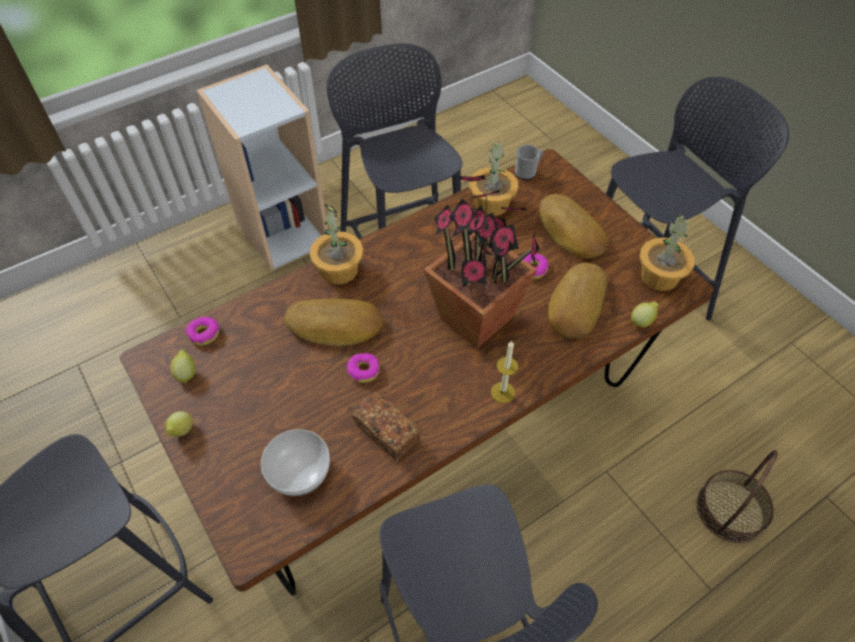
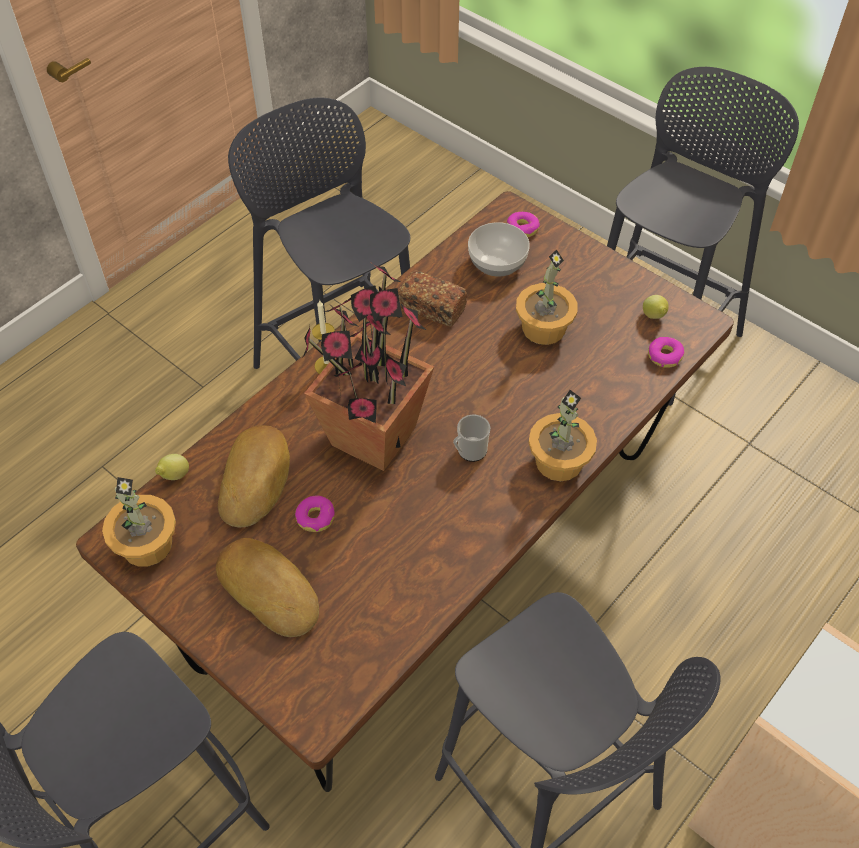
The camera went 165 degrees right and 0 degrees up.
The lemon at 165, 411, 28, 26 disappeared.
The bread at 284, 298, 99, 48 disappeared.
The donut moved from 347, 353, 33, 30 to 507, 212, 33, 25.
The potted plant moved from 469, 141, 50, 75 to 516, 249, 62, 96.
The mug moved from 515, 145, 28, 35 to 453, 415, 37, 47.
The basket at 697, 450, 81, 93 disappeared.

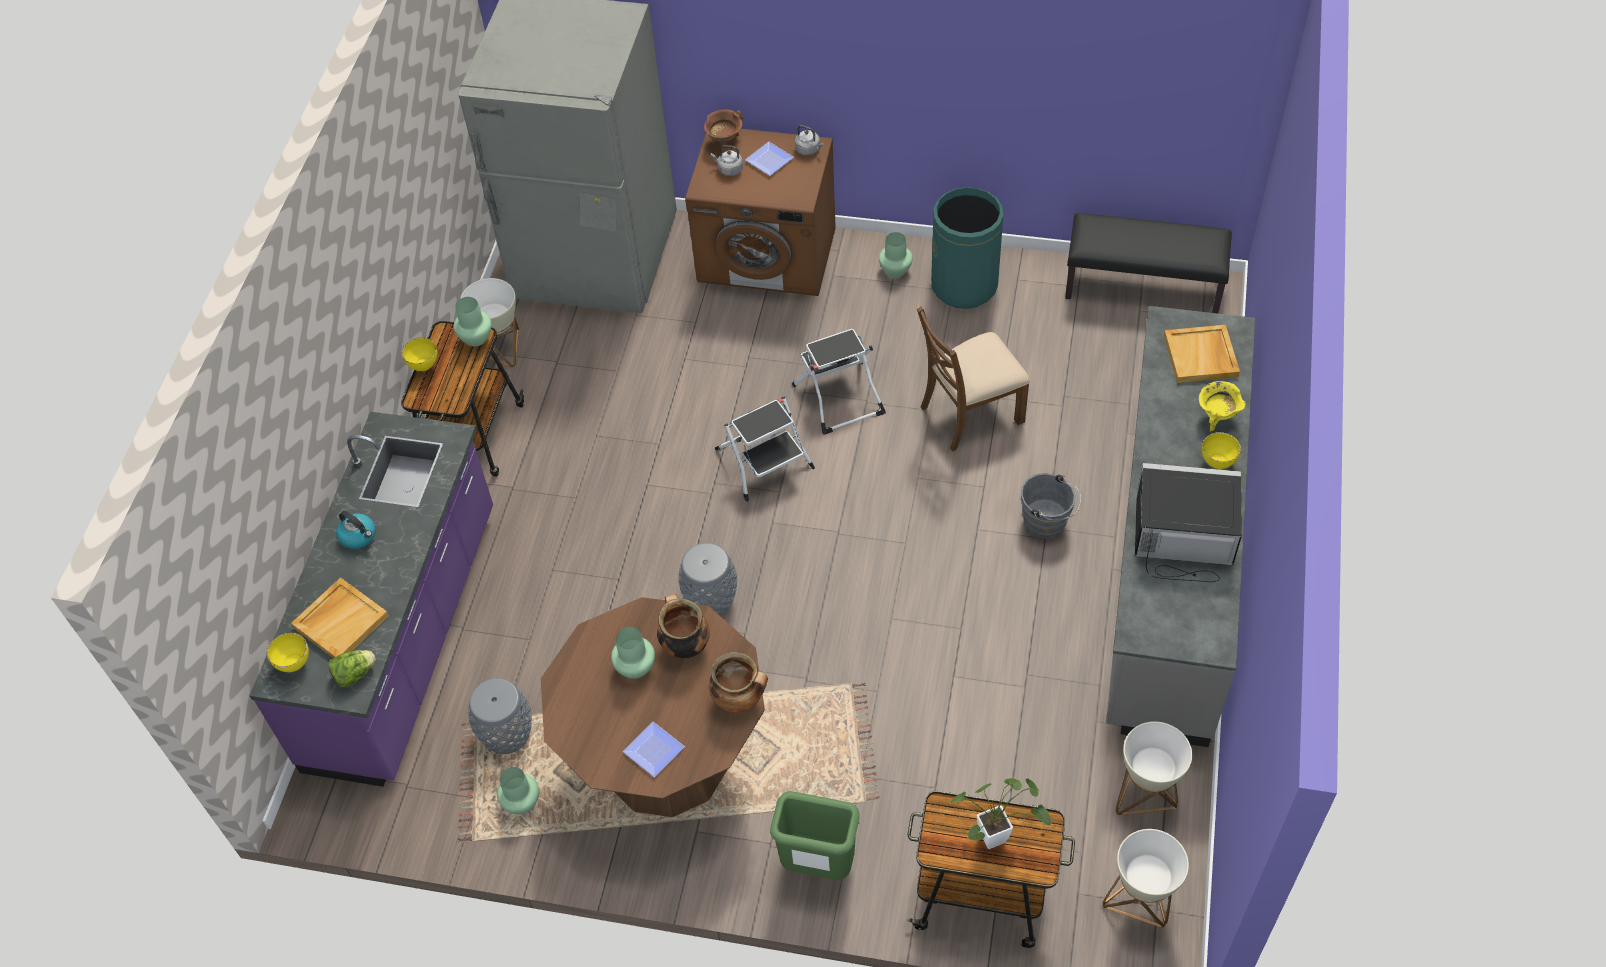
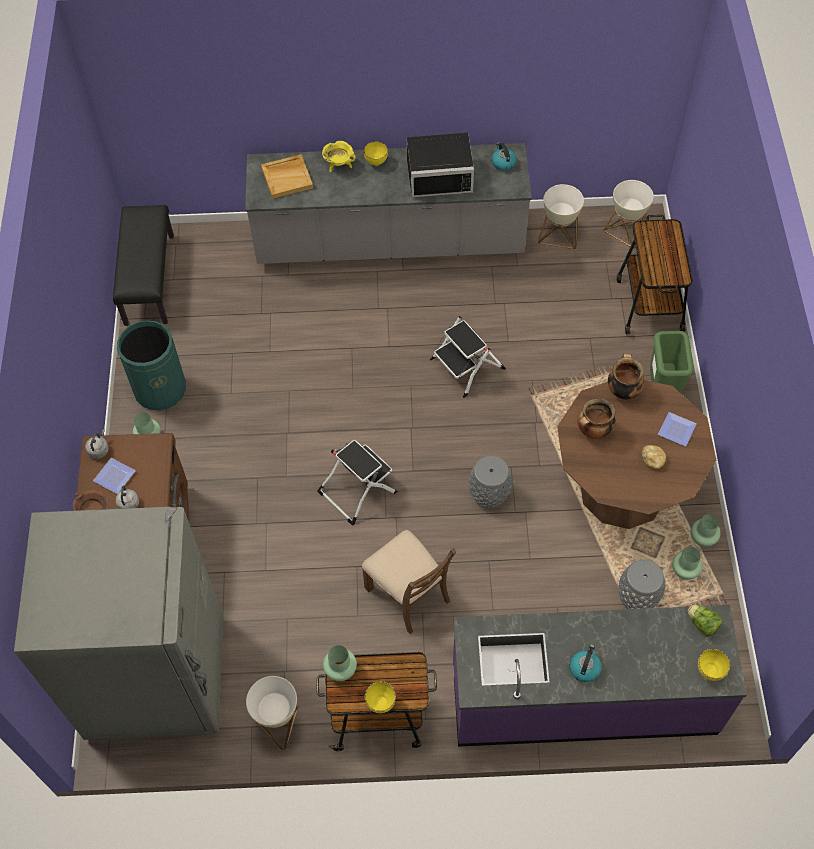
The camera went 105 degrees left and 5 degrees up.
The beige tray at 291, 577, 98, 81 disappeared.
The green vase moved from 611, 627, 44, 52 to 691, 514, 30, 33.
The step ladder moved from 792, 329, 94, 106 to 430, 316, 76, 82.
The brown chair moved from 917, 306, 113, 146 to 362, 530, 94, 104.
The potted plant at 949, 778, 103, 71 disappeared.
The grey bucket at 1021, 473, 60, 66 disappeared.
The black microwave at 1135, 463, 107, 119 turned 90 degrees counterclockwise.
The kettle at 492, 142, 24, 29 appeared.
The bread at 642, 445, 24, 24 appeared.

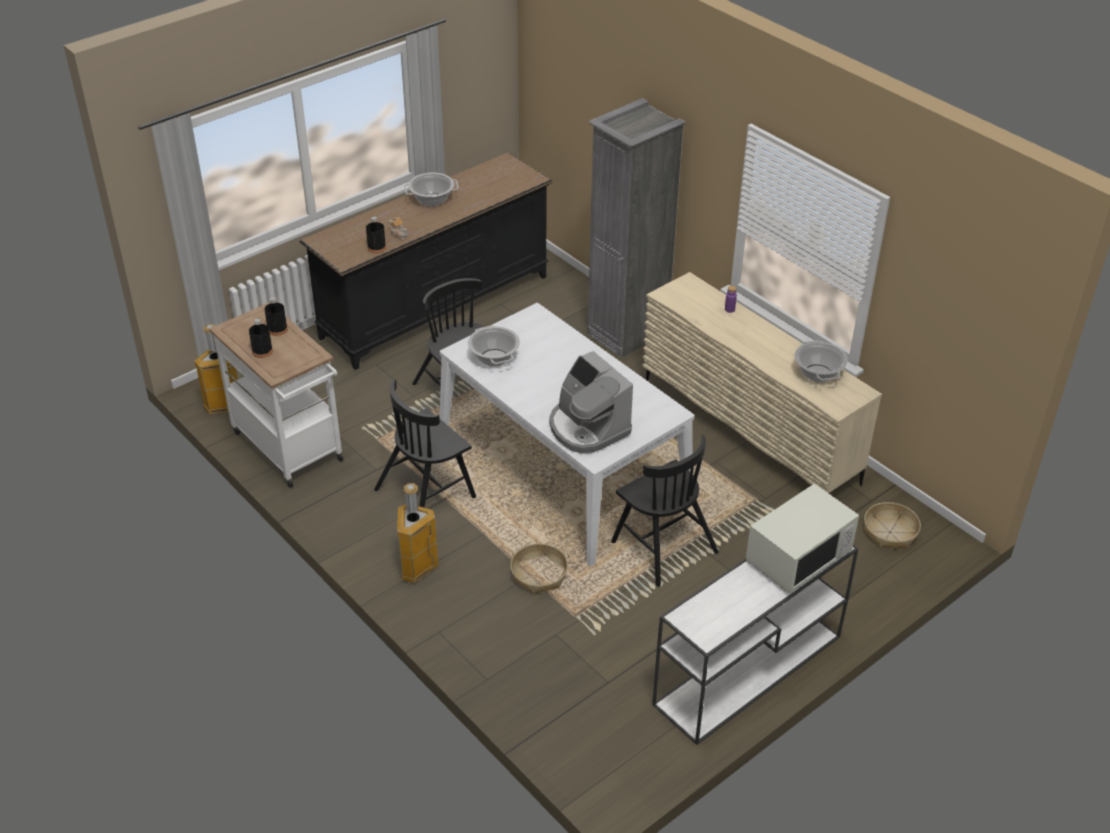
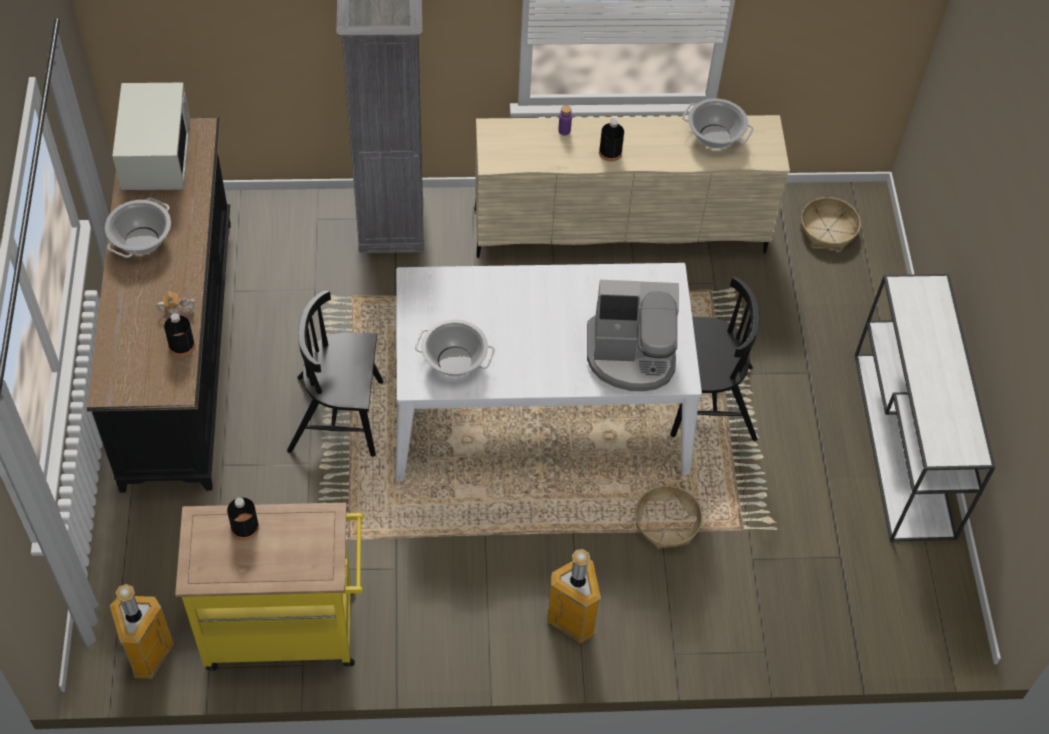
The camera went 55 degrees left and 15 degrees up.
The white cart at 209, 302, 134, 186 became the yellow cart at 175, 503, 188, 167.
The black bottle moved from 249, 318, 24, 40 to 599, 119, 25, 42.
The black chair at 374, 379, 102, 129 disappeared.
The white microwave moved from 746, 484, 113, 110 to 112, 83, 78, 107.

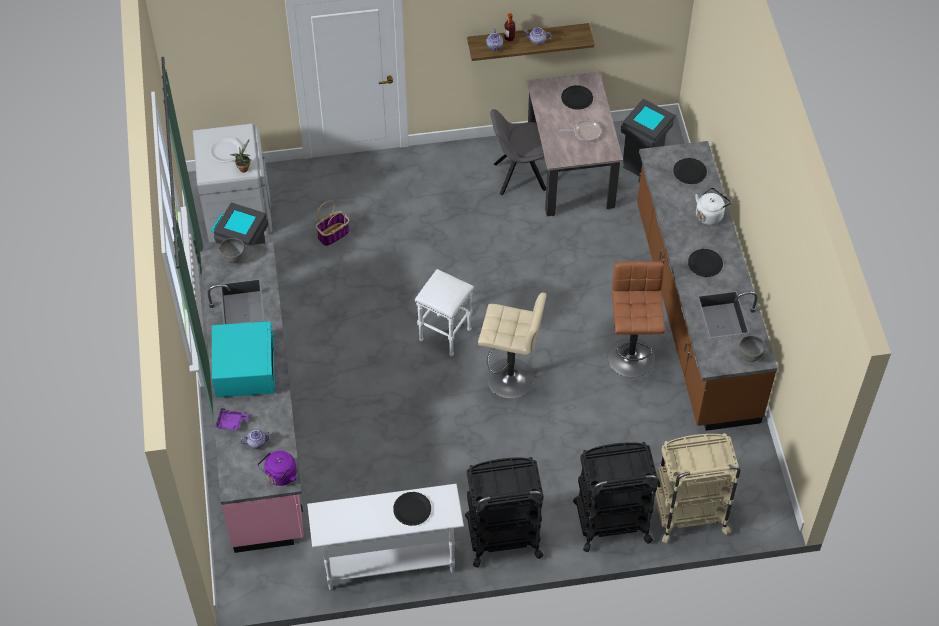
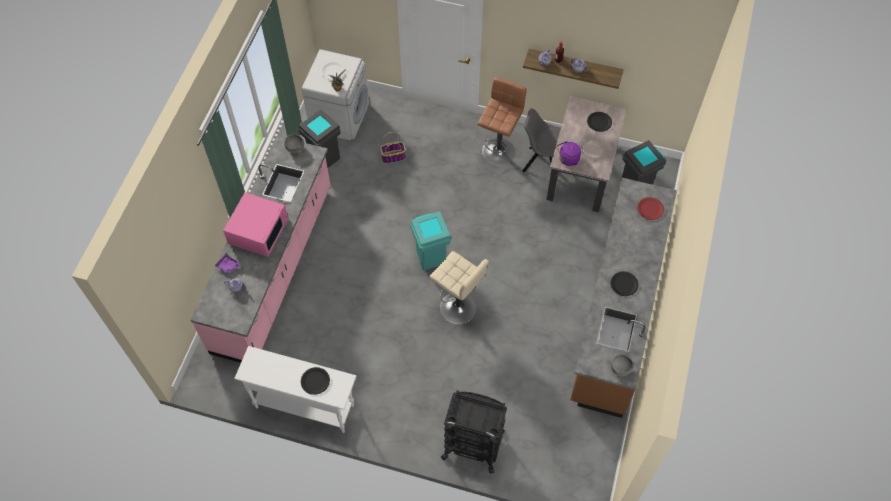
The camera went 25 degrees right and 5 degrees up.
The turquoise microwave at 212, 321, 63, 77 became the pink microwave at 223, 192, 65, 65.
The purple kettle moved from 258, 451, 39, 35 to 556, 141, 25, 25.
The white stool at 415, 269, 59, 87 was replaced by the turquoise trash can at 410, 211, 41, 60.
The black cart at 465, 457, 78, 110 disappeared.
The brown stool moved from 607, 261, 58, 116 to 478, 77, 49, 89.
The beige cart at 652, 433, 88, 110 disappeared.
The black plate at 673, 158, 34, 26 became the red plate at 637, 197, 27, 23.
The white kettle at 695, 187, 36, 38 disappeared.

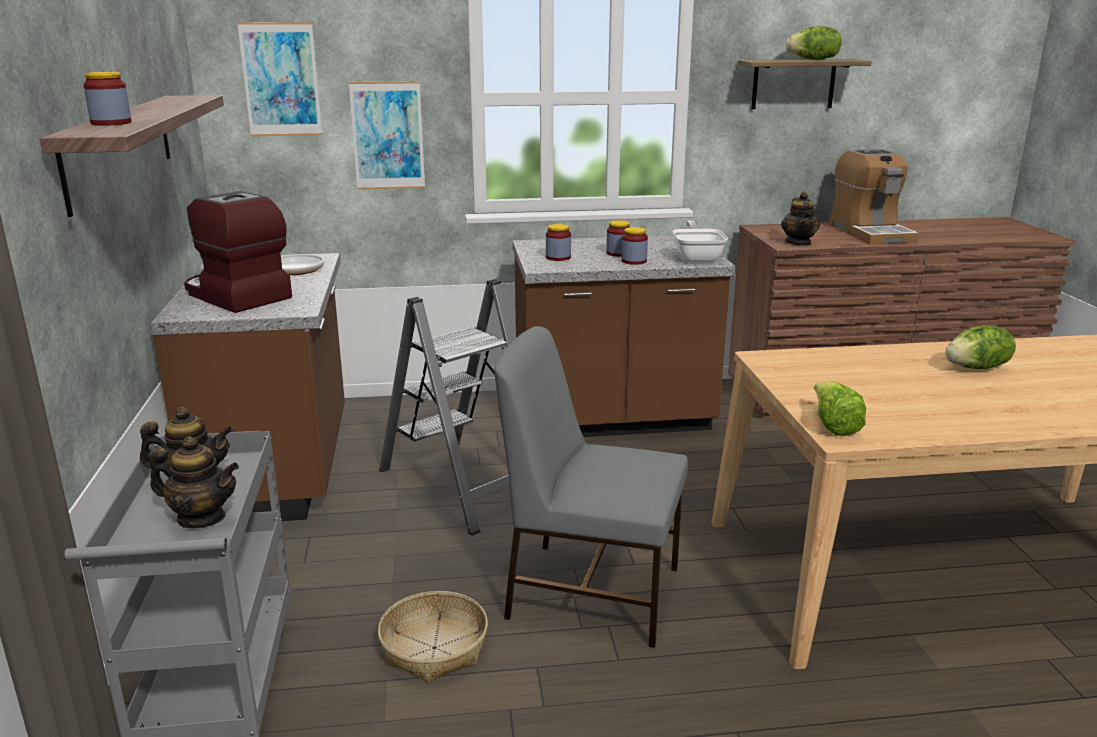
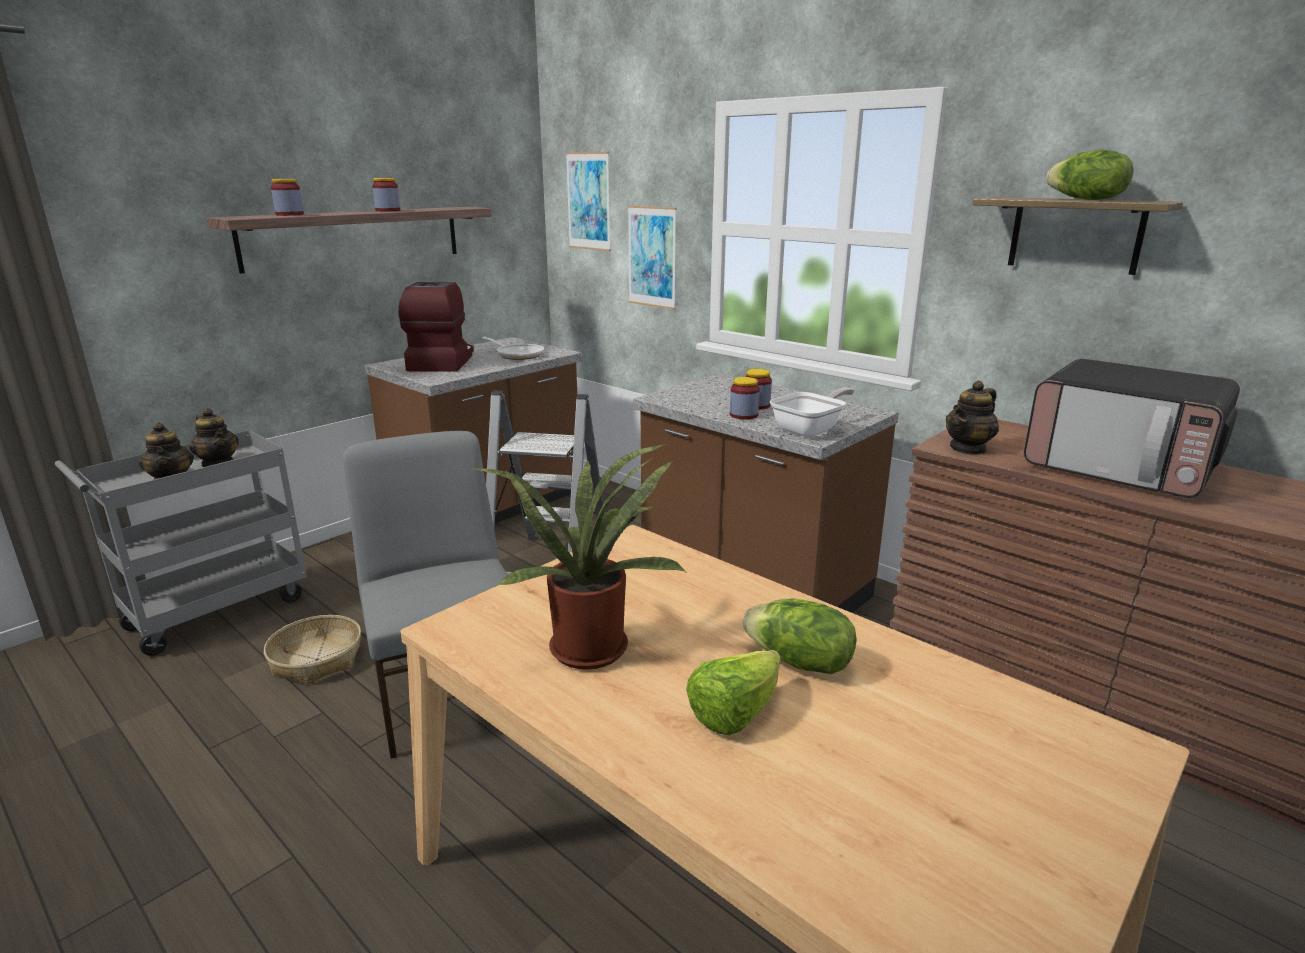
The camera went 50 degrees right and 0 degrees up.
The jar moved from 546, 224, 25, 37 to 372, 178, 28, 34.
The lettuce moved from 814, 381, 52, 55 to 686, 650, 94, 85.
The coffee machine at 830, 149, 89, 96 was replaced by the microwave at 1024, 359, 216, 139.
The potted plant at 469, 444, 219, 226 appeared.

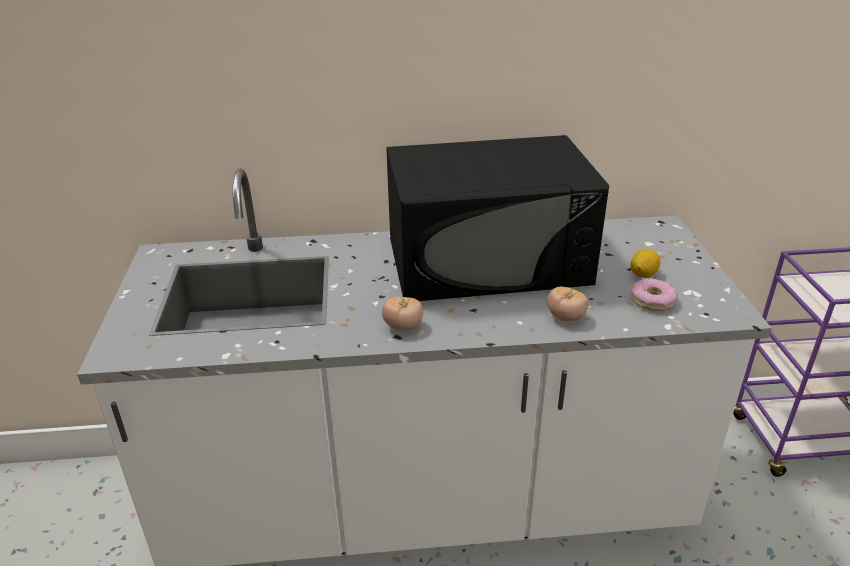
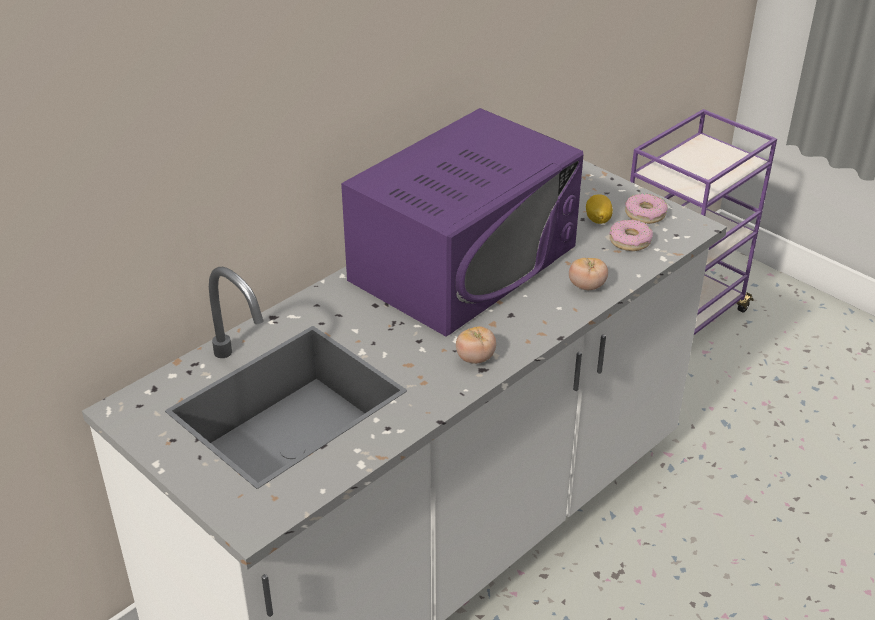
The camera went 40 degrees left and 5 degrees up.
The black microwave at 386, 135, 223, 166 became the purple microwave at 341, 108, 243, 229.
The donut at 625, 193, 43, 31 appeared.

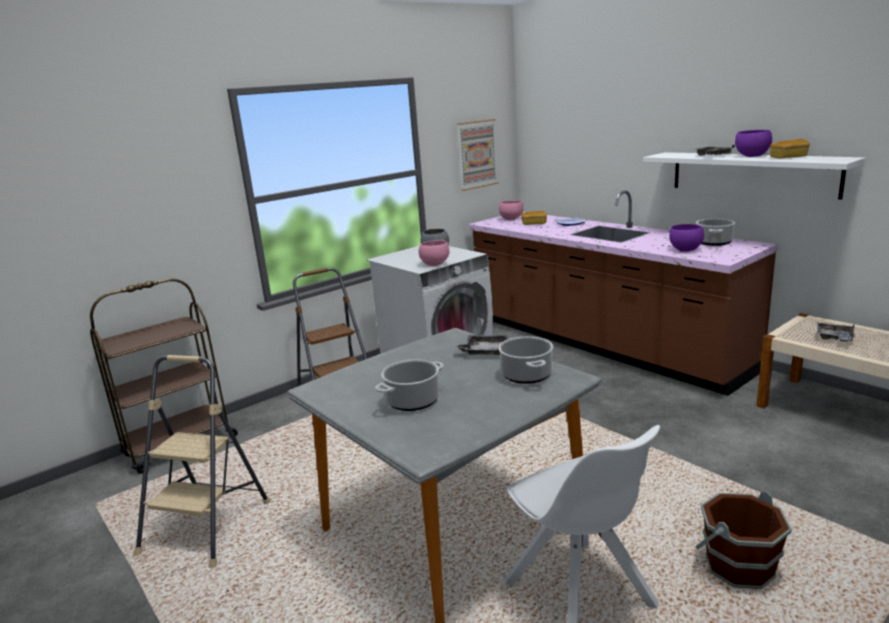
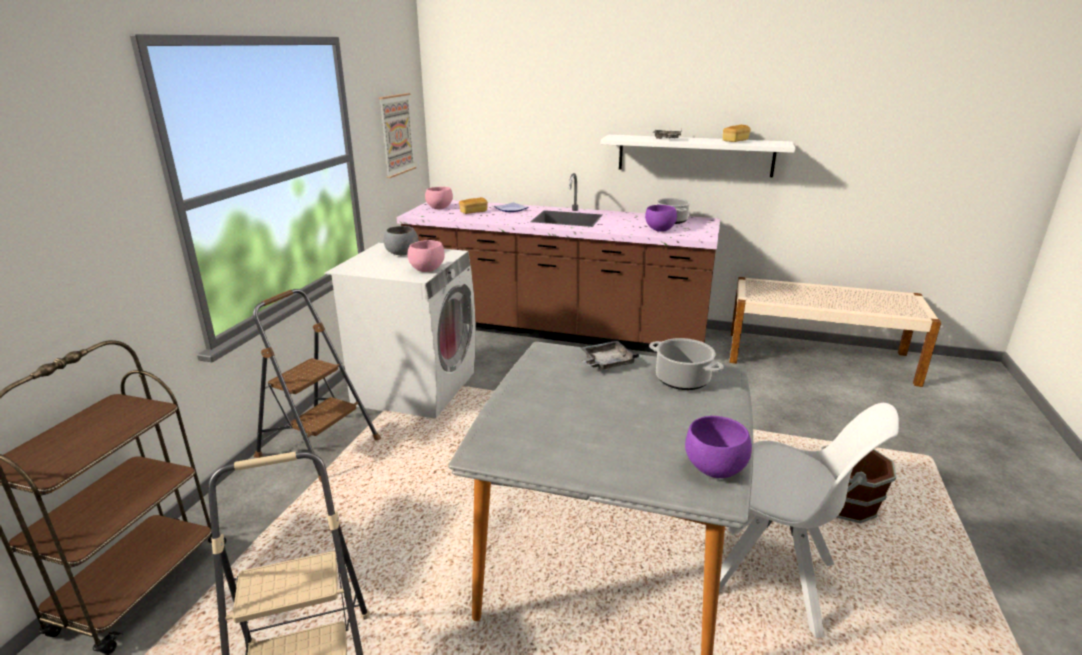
The camera went 35 degrees left and 5 degrees up.
The cooking pot at 375, 360, 69, 51 disappeared.
The purple bowl moved from 735, 130, 37, 27 to 685, 416, 67, 62.
The grey tray at 817, 323, 38, 19 disappeared.

